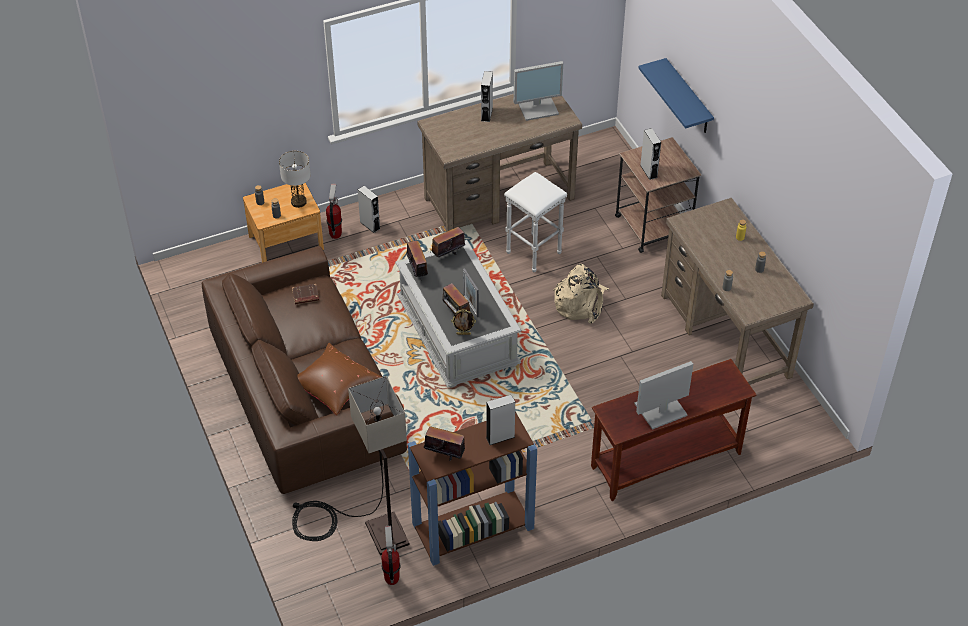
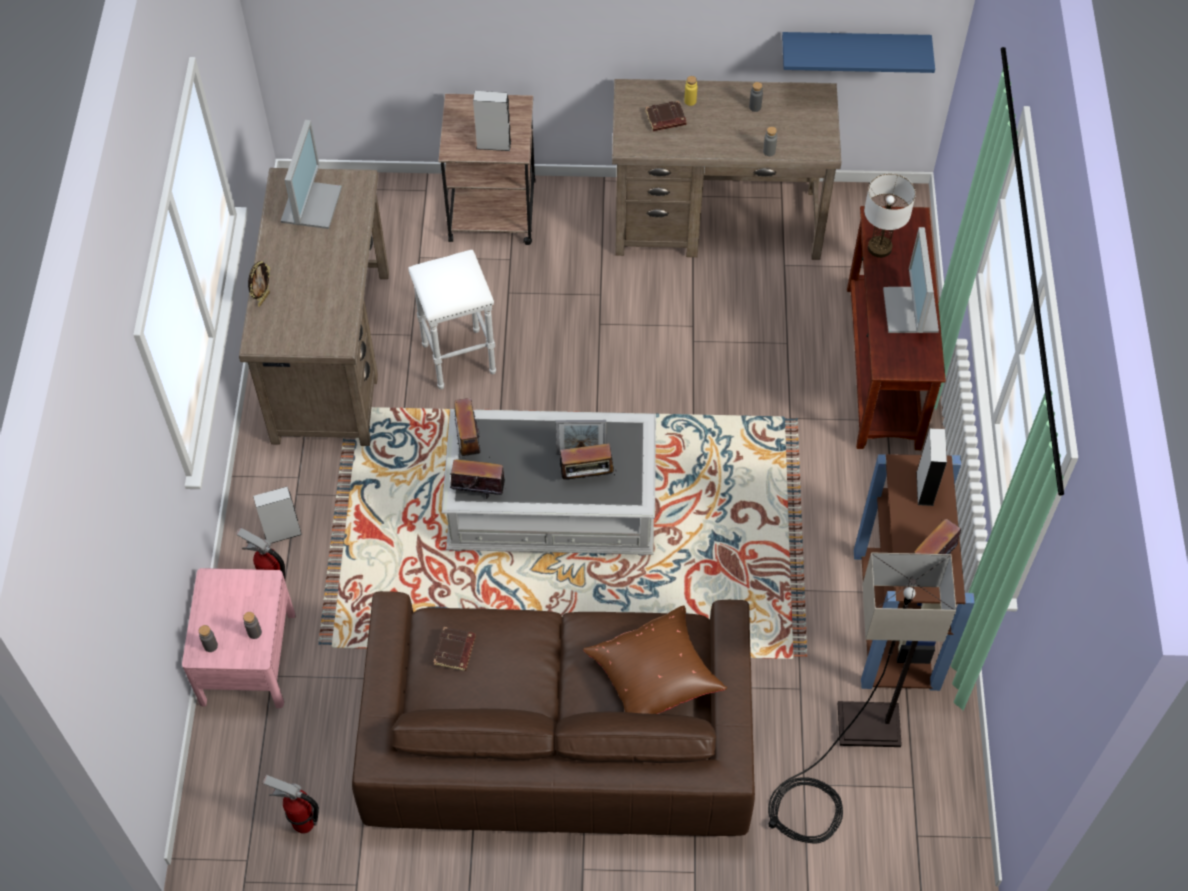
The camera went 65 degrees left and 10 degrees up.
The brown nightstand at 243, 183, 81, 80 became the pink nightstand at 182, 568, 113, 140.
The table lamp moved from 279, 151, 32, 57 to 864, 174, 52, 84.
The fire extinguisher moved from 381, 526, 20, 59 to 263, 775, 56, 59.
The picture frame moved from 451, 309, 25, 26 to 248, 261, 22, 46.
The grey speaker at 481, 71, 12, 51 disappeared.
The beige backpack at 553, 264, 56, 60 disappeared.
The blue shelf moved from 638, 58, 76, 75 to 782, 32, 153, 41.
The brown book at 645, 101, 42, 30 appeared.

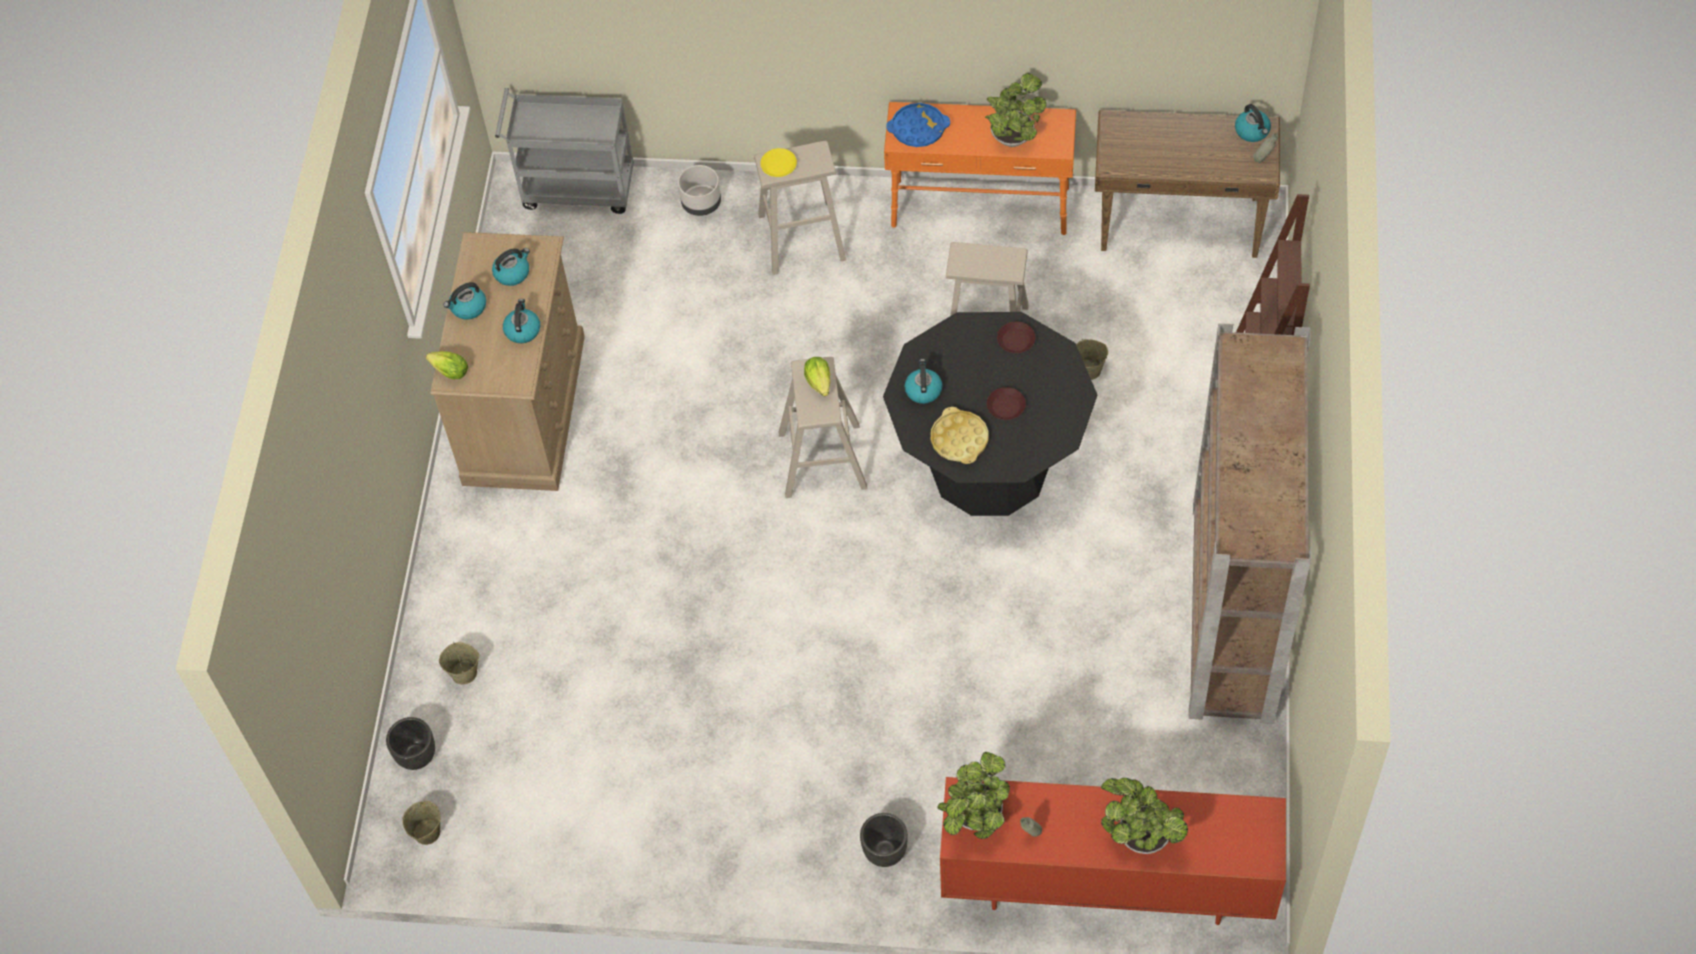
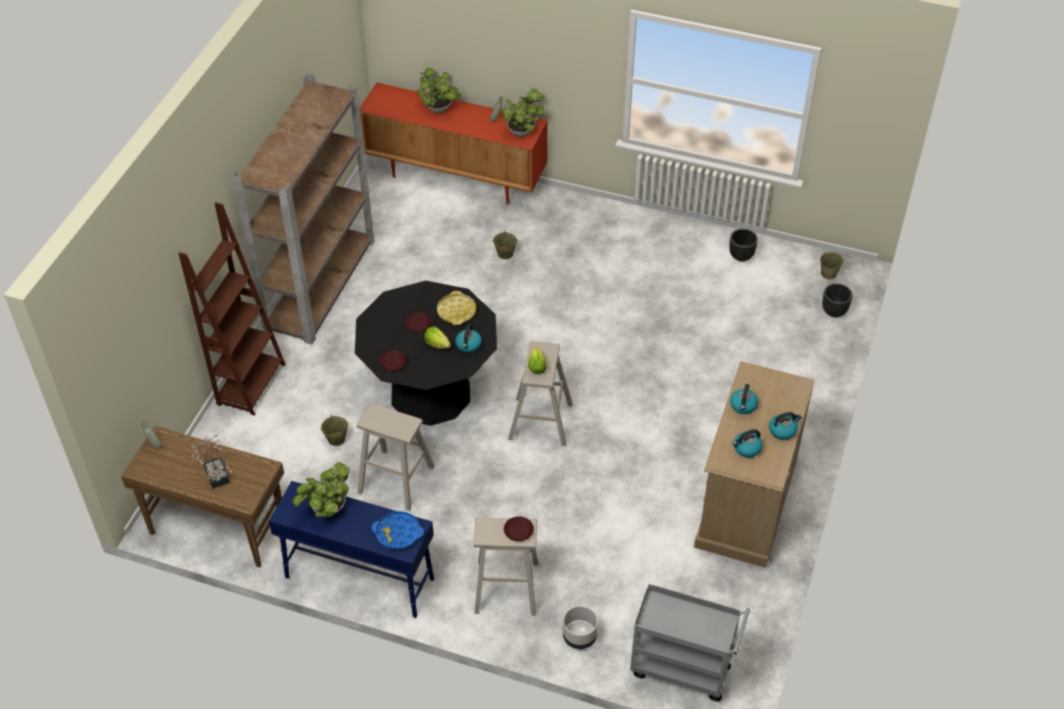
The camera went 170 degrees left and 10 degrees down.
The lettuce moved from 426, 351, 42, 28 to 424, 327, 27, 22.
The beige bucket moved from 439, 642, 40, 42 to 493, 229, 24, 30.
The yellow plate at 760, 148, 37, 29 became the brown plate at 504, 516, 30, 25.
The black planter moved from 860, 813, 48, 54 to 729, 229, 29, 32.
The orange console table at 884, 102, 192, 133 became the blue console table at 269, 481, 165, 137.
The kettle at 1235, 104, 36, 38 disappeared.
The potted plant at 191, 435, 41, 54 appeared.

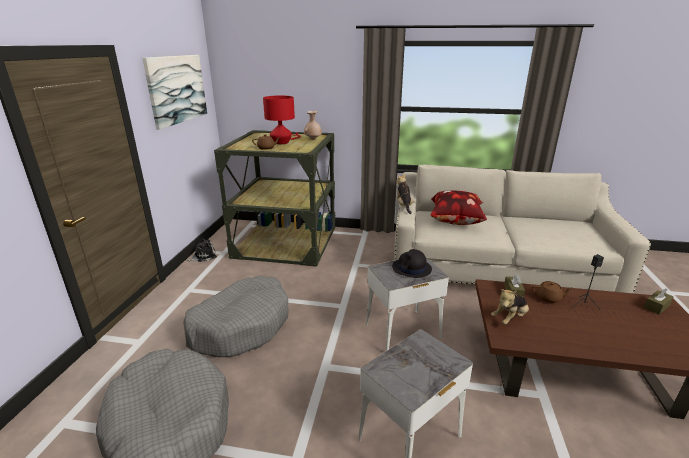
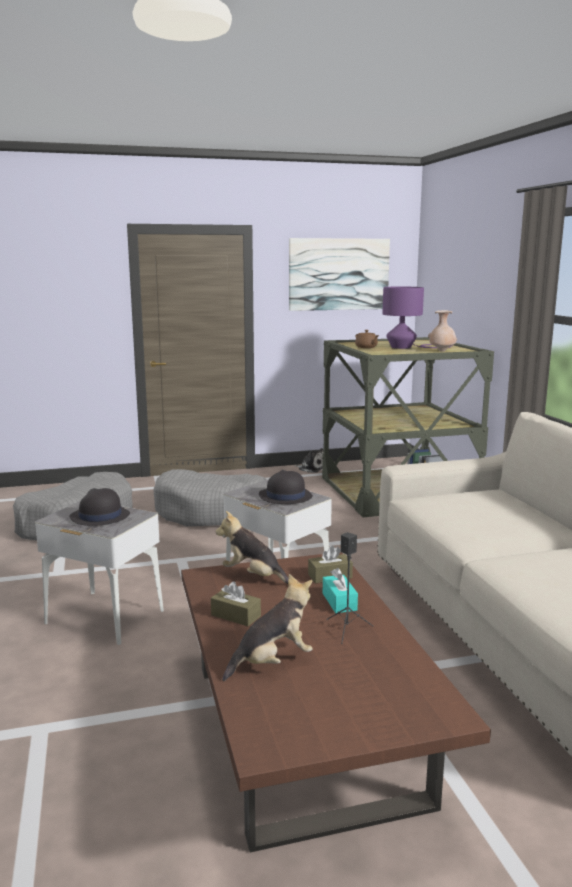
The camera went 65 degrees right and 10 degrees down.
The red table lamp at 263, 95, 38, 49 became the purple table lamp at 382, 287, 71, 62.
The plush toy moved from 396, 174, 19, 40 to 222, 574, 90, 107.
The pillow at 430, 190, 57, 35 disappeared.
The brown teapot at 532, 281, 42, 22 was replaced by the turquoise tissue box at 323, 568, 35, 45.
The brown tissue box moved from 644, 289, 29, 26 to 211, 581, 50, 45.
The black hat at 69, 488, 61, 38 appeared.

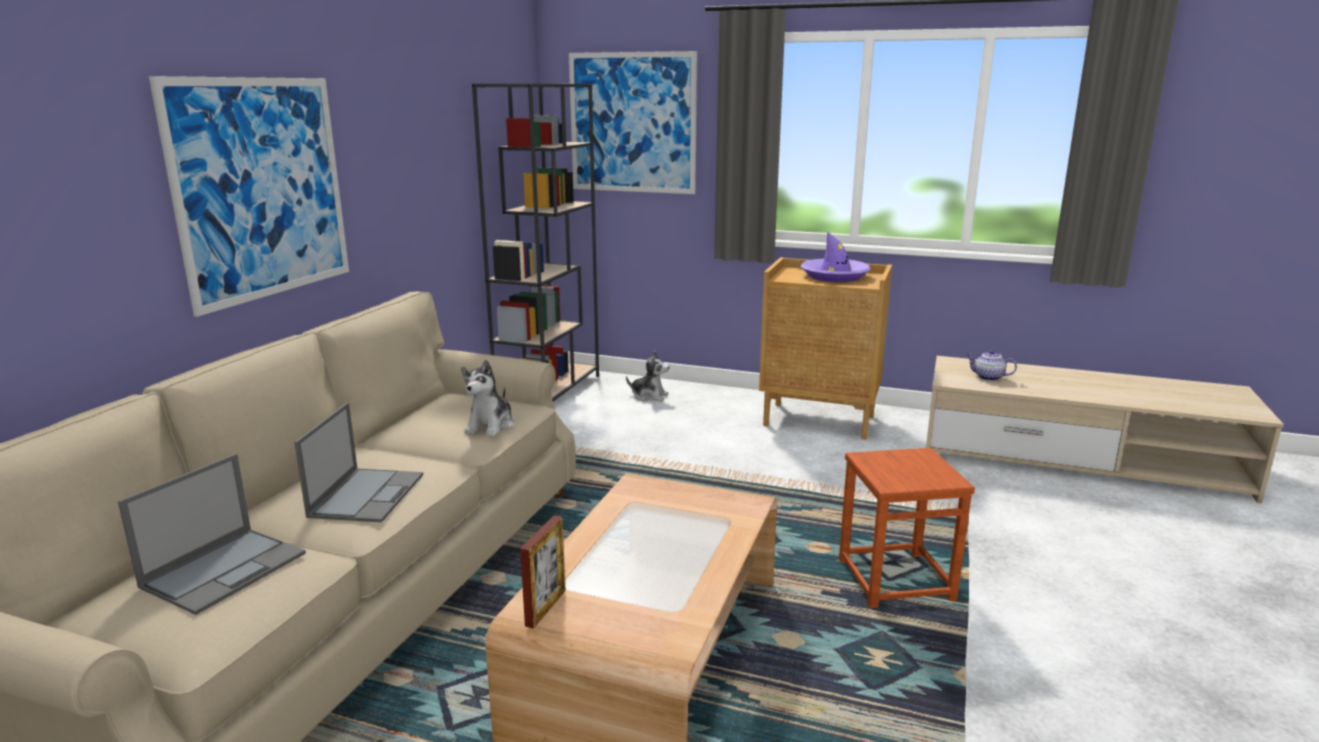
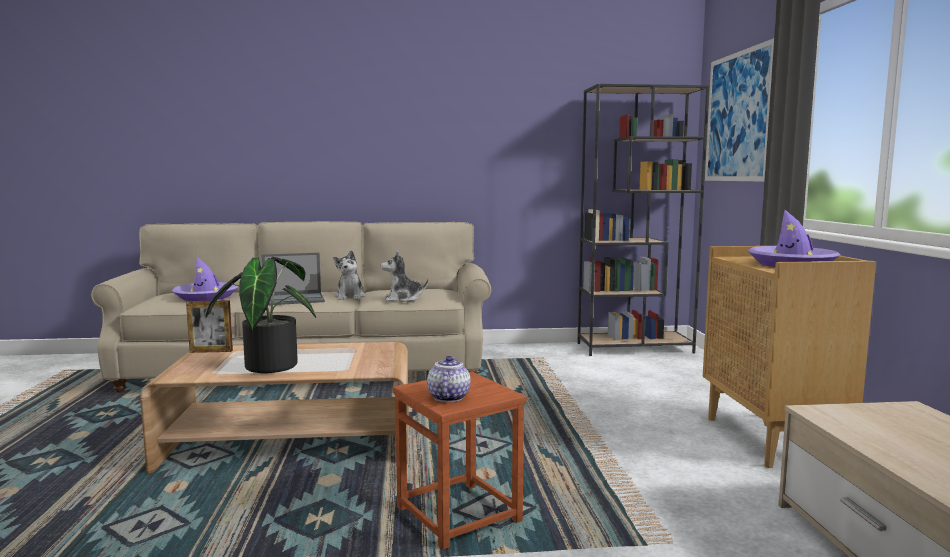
The camera went 65 degrees right and 10 degrees down.
The laptop at 118, 454, 188, 161 was replaced by the purple hat at 172, 257, 66, 44.
The picture at 149, 76, 200, 241 disappeared.
The plush toy moved from 626, 351, 44, 50 to 333, 250, 32, 50.
The teapot moved from 966, 350, 51, 31 to 427, 356, 44, 46.
The potted plant at 205, 257, 111, 116 appeared.

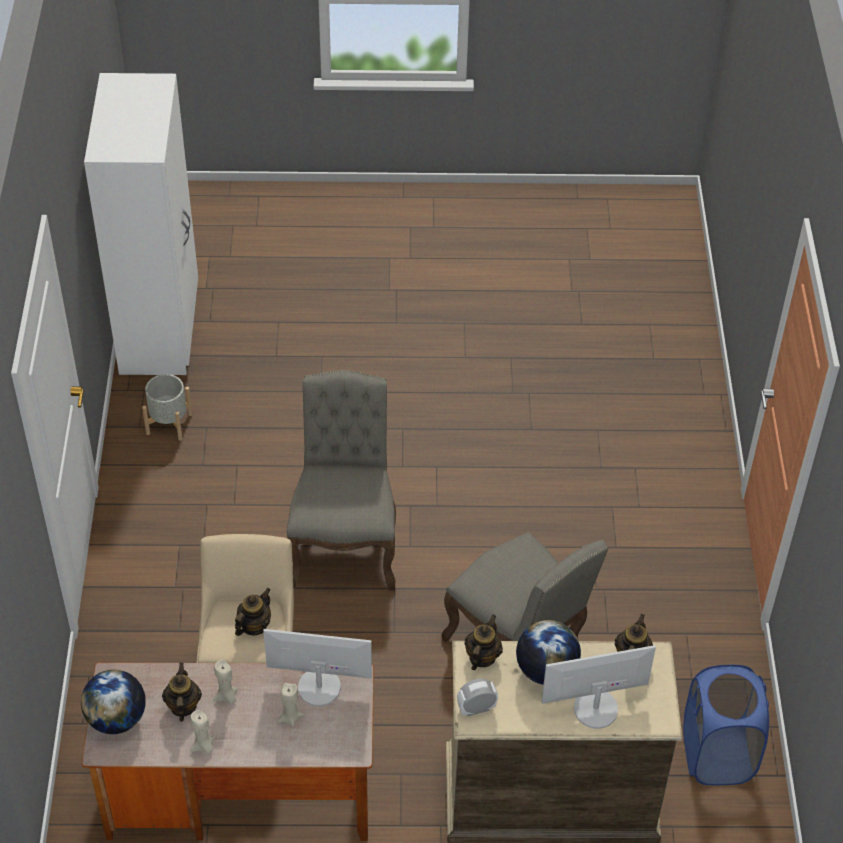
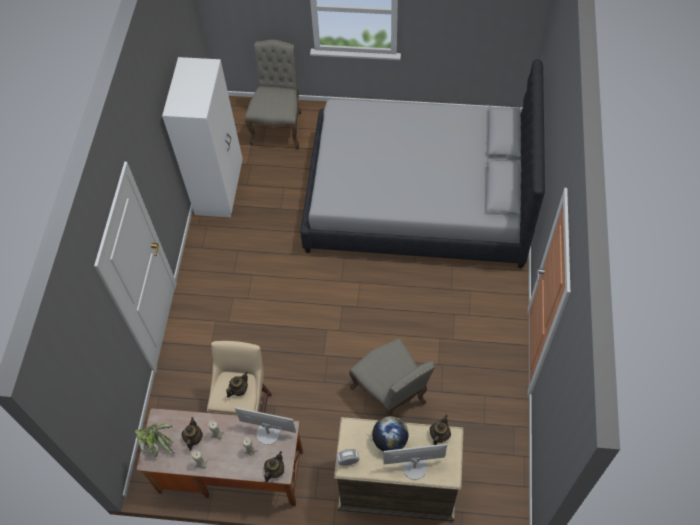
The camera went 10 degrees right and 10 degrees up.
The globe at 81, 670, 65, 64 was replaced by the potted plant at 135, 423, 39, 34.
The grey planter at 142, 374, 50, 67 disappeared.
The grey chair moved from 287, 370, 109, 220 to 245, 40, 56, 109.
The teapot moved from 464, 614, 39, 56 to 264, 451, 20, 31.
The blue laundry basket at 683, 665, 86, 120 disappeared.
The grey bed at 300, 59, 245, 209 appeared.

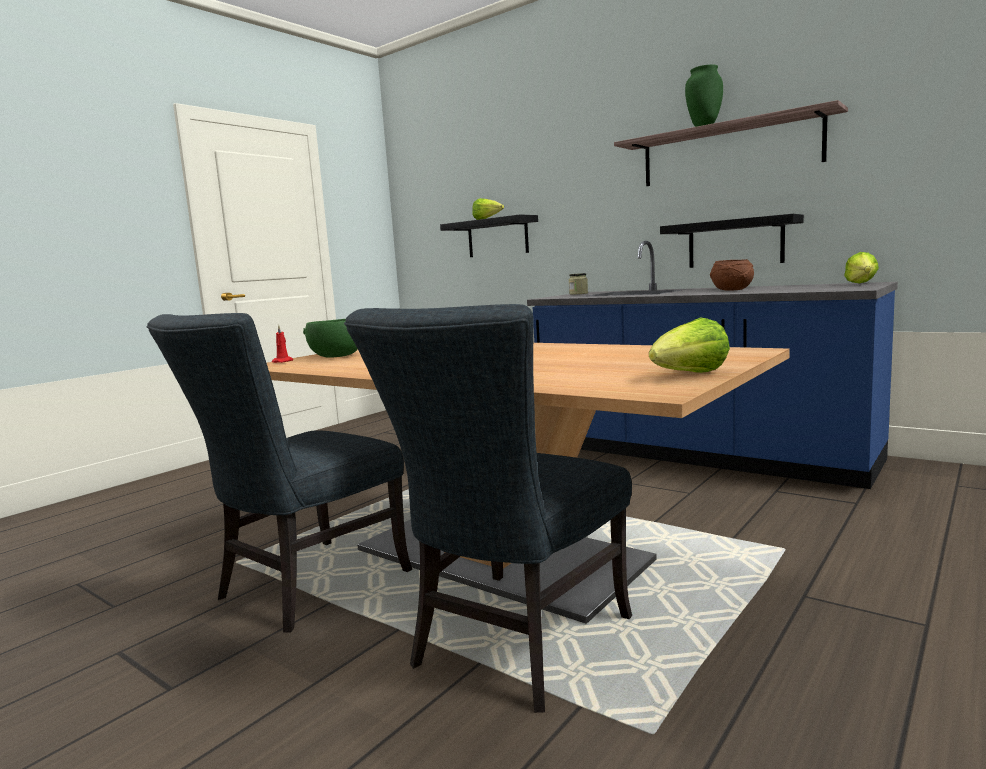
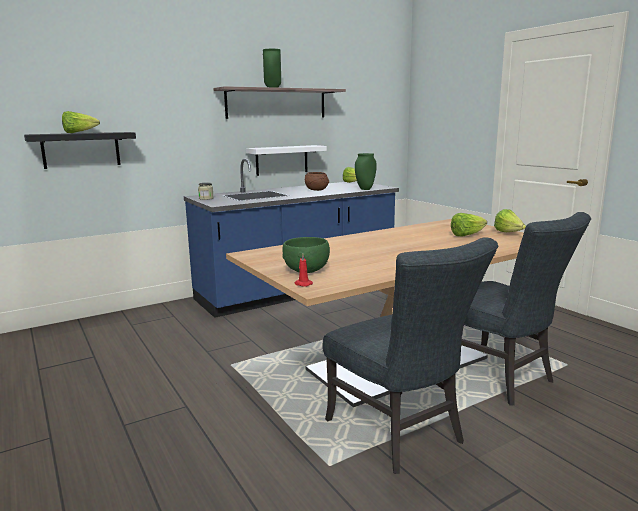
The camera went 70 degrees left and 5 degrees up.
The black shelf at 660, 214, 144, 54 became the white shelf at 246, 145, 81, 31.
The green vase at 355, 153, 22, 37 appeared.
The lettuce at 451, 213, 36, 23 appeared.

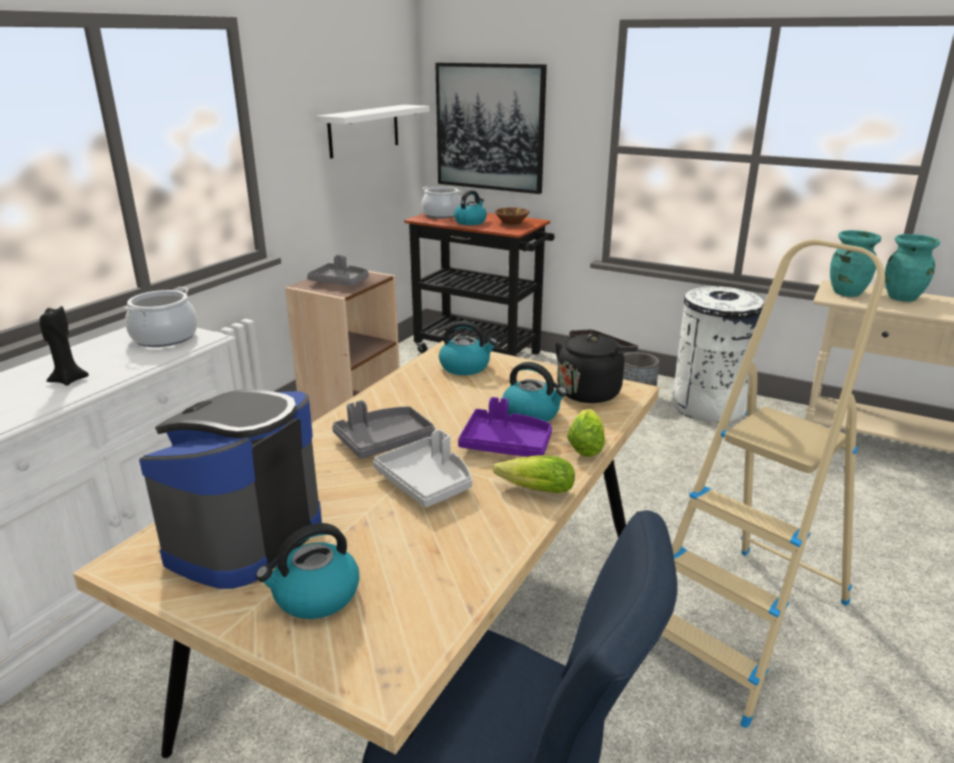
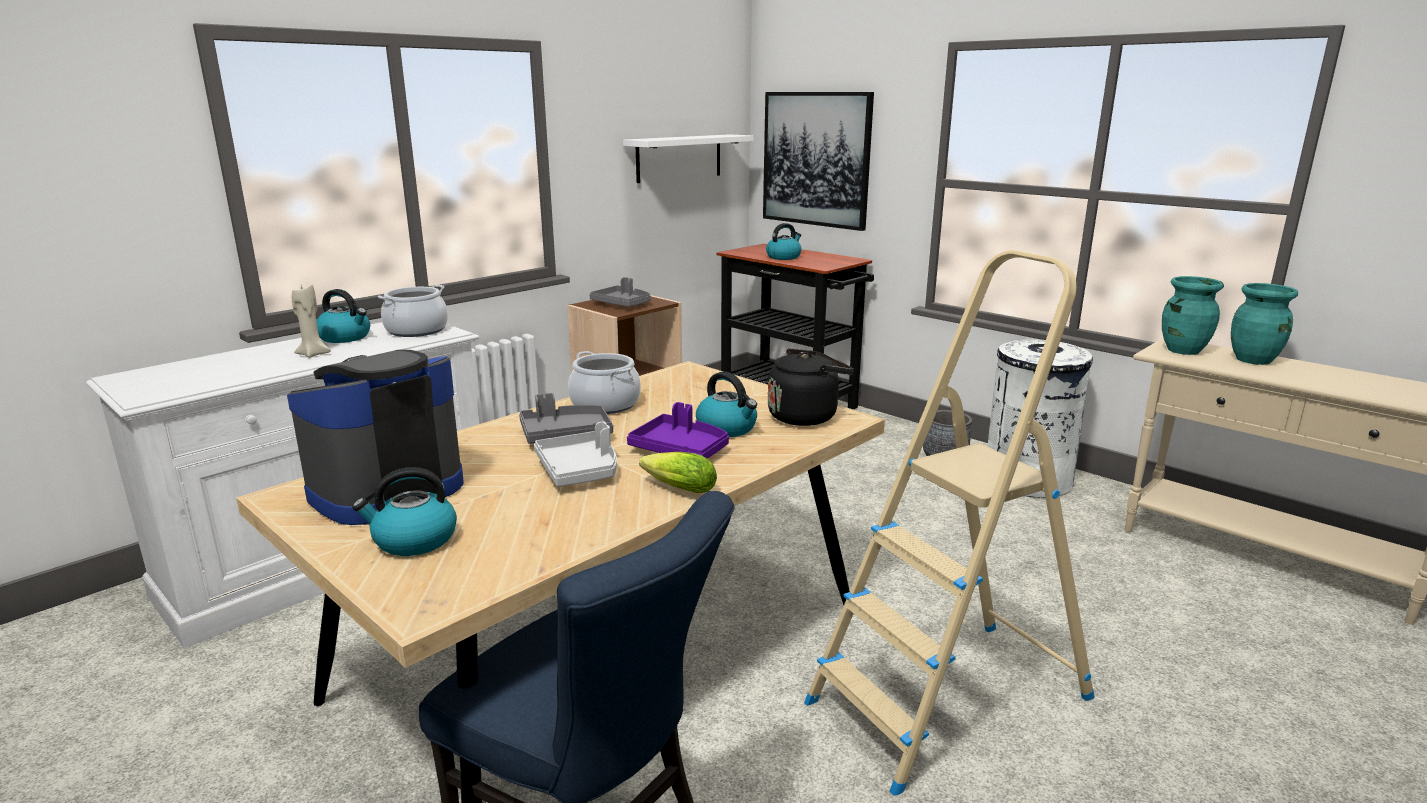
The camera went 15 degrees right and 5 degrees down.
The black candle at 40, 306, 49, 80 became the beige candle at 292, 285, 39, 73.
The cooking pot moved from 422, 186, 39, 33 to 568, 351, 73, 63.
The kettle moved from 439, 321, 59, 54 to 316, 289, 54, 54.
The brown bowl at 495, 208, 34, 17 disappeared.
The lettuce at 567, 409, 38, 48 disappeared.

